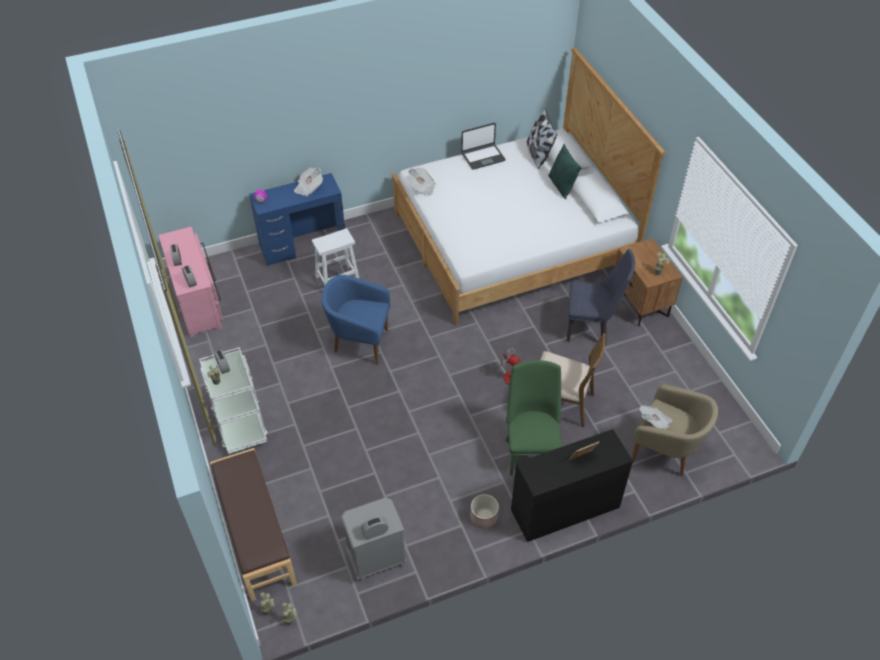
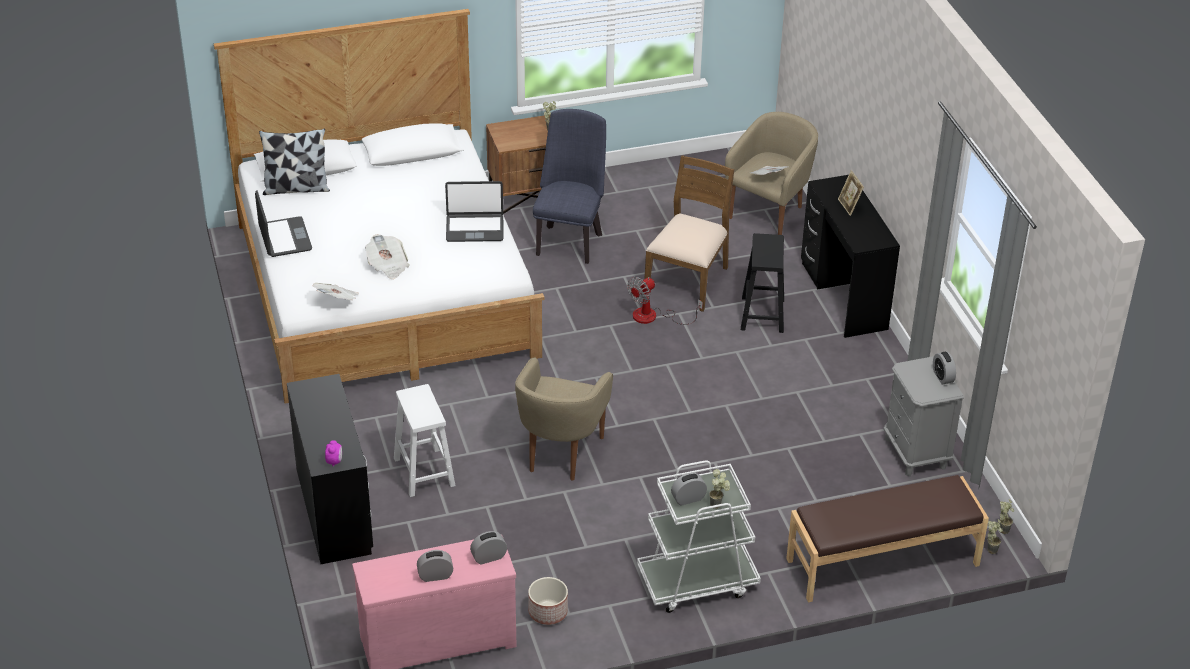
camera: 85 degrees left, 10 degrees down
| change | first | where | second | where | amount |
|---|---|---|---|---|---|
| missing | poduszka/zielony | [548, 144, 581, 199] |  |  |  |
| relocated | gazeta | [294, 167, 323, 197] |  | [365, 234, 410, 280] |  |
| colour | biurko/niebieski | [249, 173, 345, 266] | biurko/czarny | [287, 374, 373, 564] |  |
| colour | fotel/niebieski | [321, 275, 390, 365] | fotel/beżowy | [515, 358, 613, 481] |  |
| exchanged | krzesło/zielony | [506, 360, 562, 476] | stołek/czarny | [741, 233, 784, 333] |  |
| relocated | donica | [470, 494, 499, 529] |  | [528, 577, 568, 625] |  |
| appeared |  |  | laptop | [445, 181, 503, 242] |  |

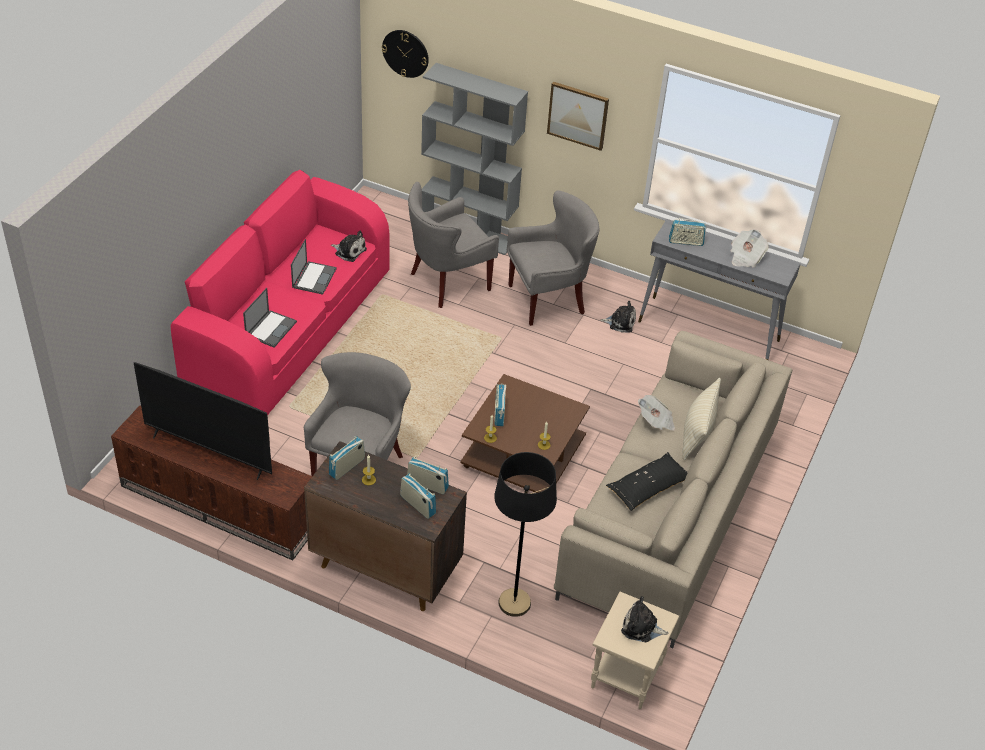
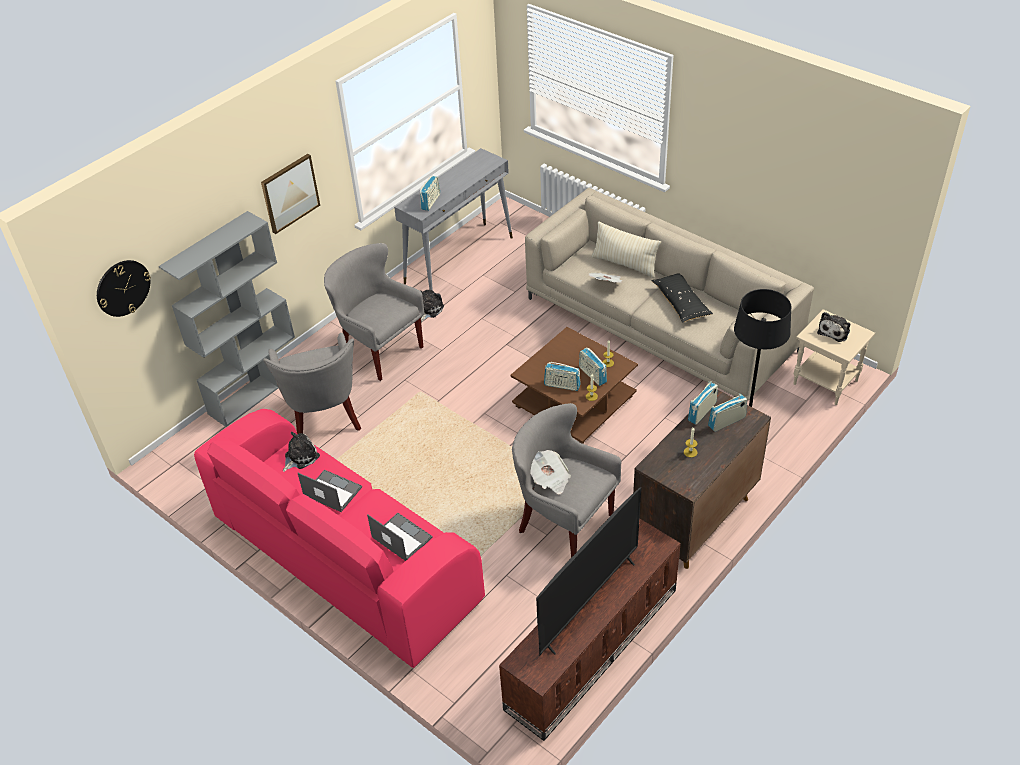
camera: 70 degrees left, 0 degrees up
| change | first | where | second | where | amount |
|---|---|---|---|---|---|
| spun | fotel/szary | [507, 190, 600, 326] |  | [324, 243, 425, 381] | 45 degrees counterclockwise |
| relocated | gazeta | [731, 229, 769, 267] |  | [530, 450, 571, 494] |  |
| relocated | radio | [329, 436, 365, 480] |  | [579, 347, 607, 386] |  |

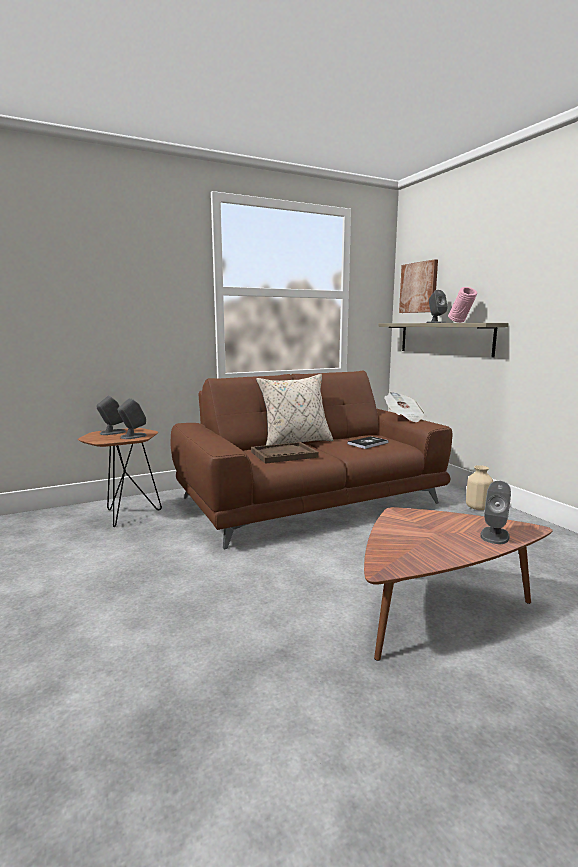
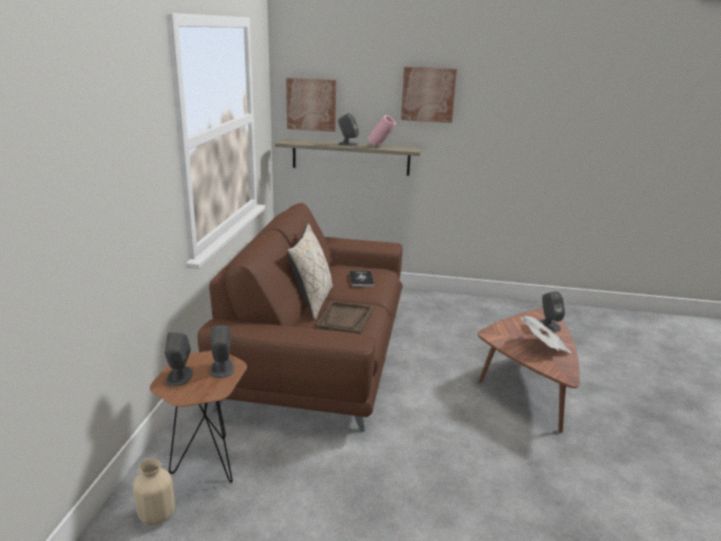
camera: 55 degrees left, 10 degrees up
| change | first | where | second | where | amount |
|---|---|---|---|---|---|
| relocated | gazeta | [384, 392, 427, 422] |  | [521, 316, 572, 353] |  |
| relocated | wazon/beżowy | [466, 465, 493, 510] |  | [133, 459, 175, 525] |  |
| appeared |  |  | obraz | [401, 67, 457, 123] |  |

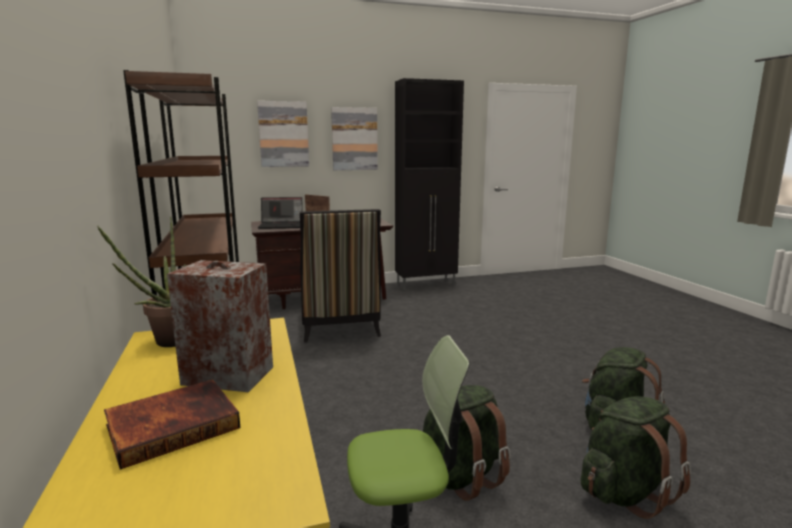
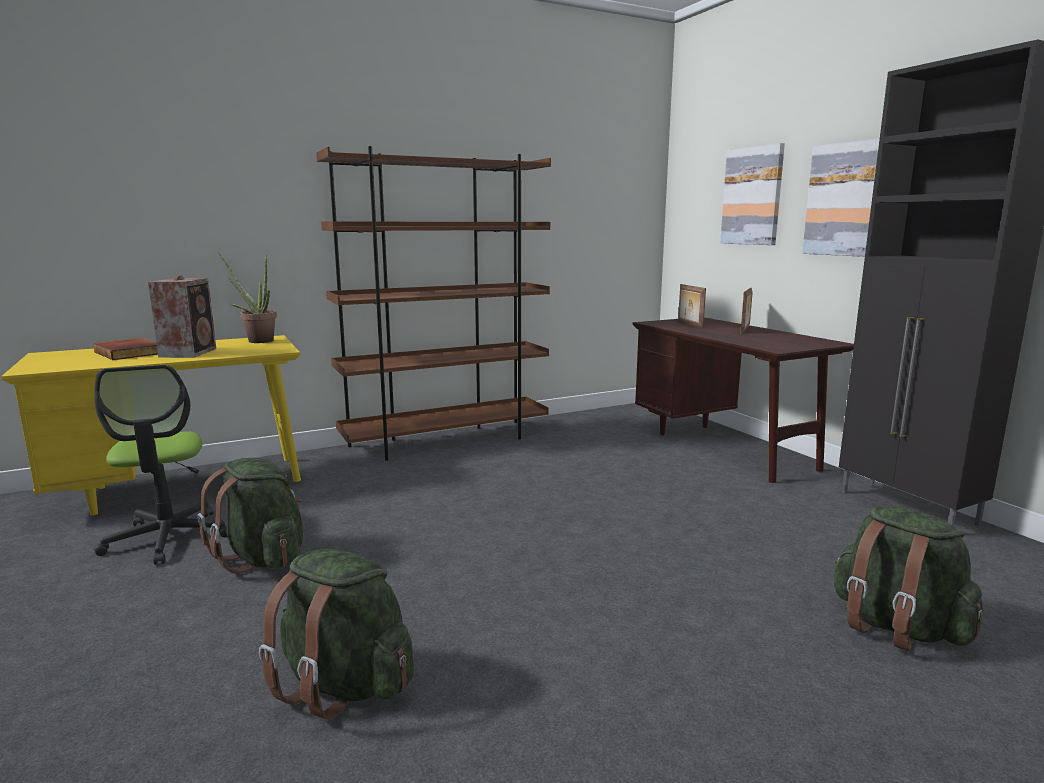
camera: 80 degrees right, 0 degrees up
| change | first | where | second | where | amount |
|---|---|---|---|---|---|
| exchanged | laptop | [257, 197, 303, 229] | ramka na zdjęcie | [678, 284, 706, 328] |  |
| missing | krzesło | [300, 209, 381, 343] |  |  |  |
| relocated | plecak/zielony | [581, 396, 691, 519] |  | [834, 507, 983, 651] |  |

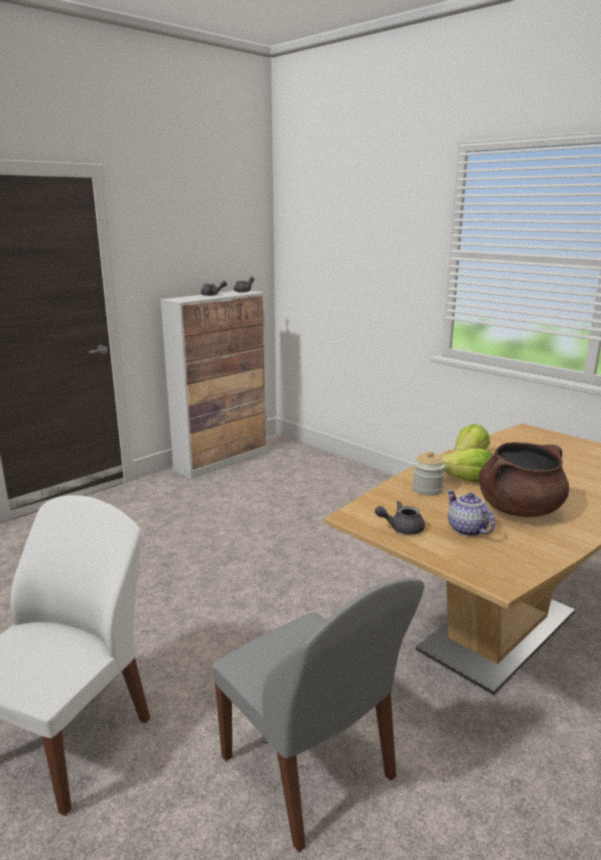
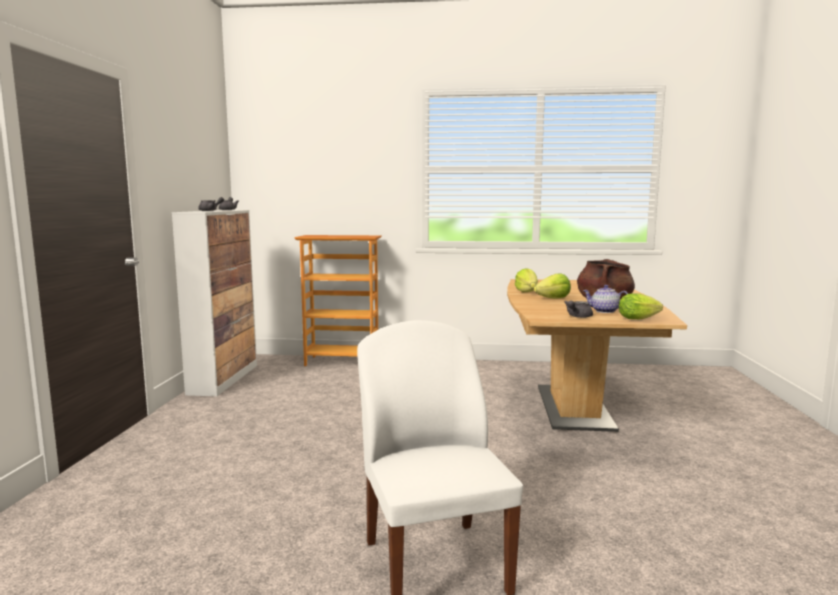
camera: 40 degrees left, 10 degrees down
| change | first | where | second | where | amount |
|---|---|---|---|---|---|
| missing | słoik | [412, 451, 445, 496] |  |  |  |
| missing | krzesło/szary | [212, 578, 424, 852] |  |  |  |
| appeared |  |  | regał | [294, 235, 382, 366] |  |
| appeared |  |  | sałata | [619, 293, 663, 319] |  |

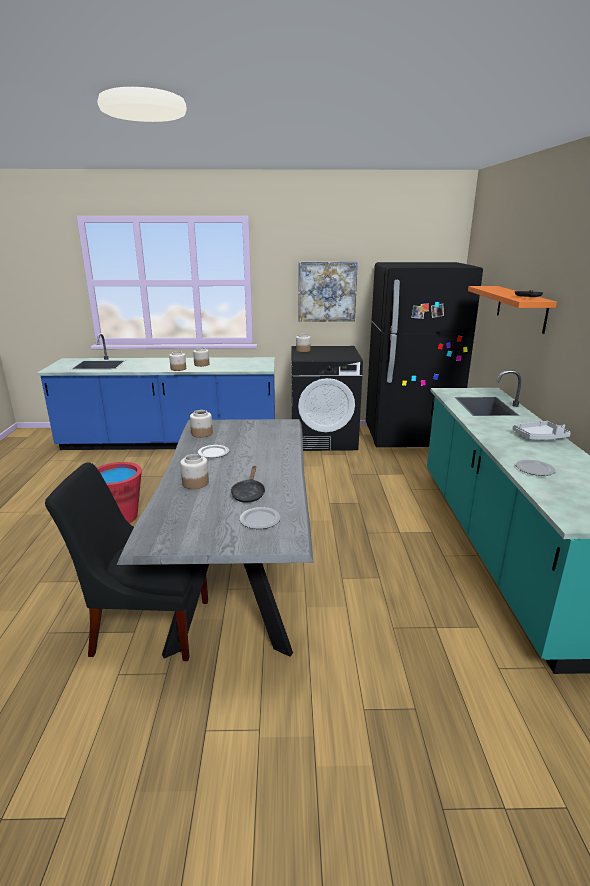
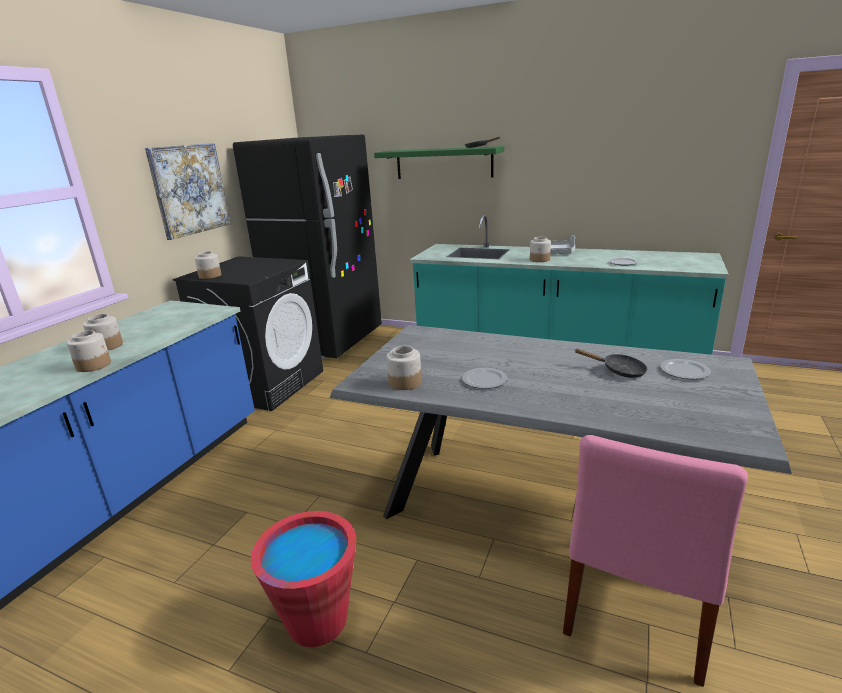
camera: 65 degrees left, 0 degrees up
| change | first | where | second | where | amount |
|---|---|---|---|---|---|
| colour | półka/pomarańczowy | [468, 286, 557, 334] | półka/zielony | [374, 146, 504, 179] |  |
| relocated | słoik | [180, 454, 209, 489] |  | [530, 237, 551, 262] |  |
| colour | krzesło/czarny | [45, 463, 208, 661] | krzesło/różowy | [563, 435, 748, 687] |  |

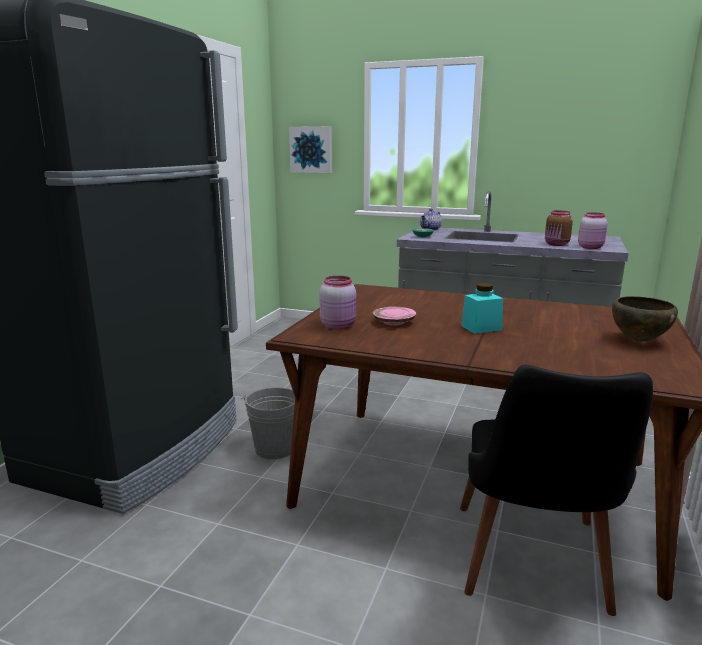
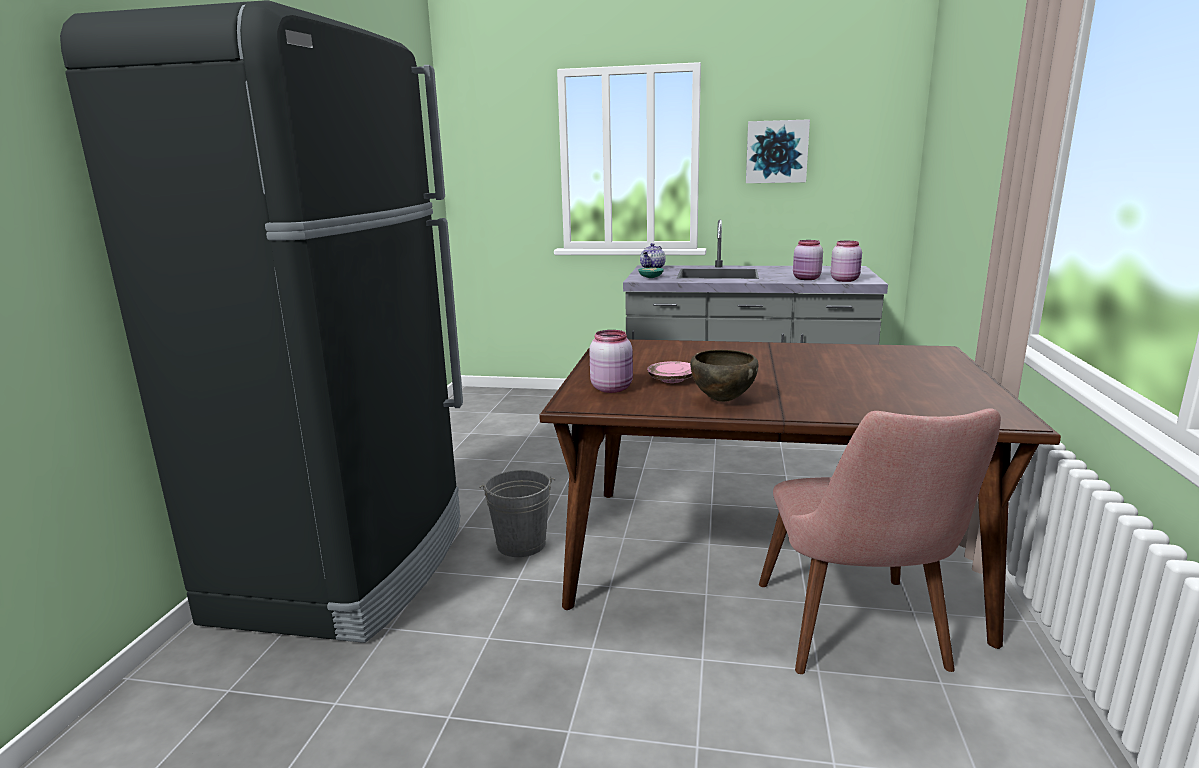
camera: 10 degrees left, 0 degrees up
| change | first | where | second | where | amount |
|---|---|---|---|---|---|
| relocated | obraz | [289, 126, 332, 173] |  | [746, 119, 810, 183] |  |
| colour | słoik/brązowy | [545, 210, 573, 246] | słoik/różowy | [793, 240, 823, 280] |  |
| missing | słoik/turkusowy | [461, 283, 503, 334] |  |  |  |
| relocated | miska/brązowy | [612, 296, 678, 342] |  | [690, 350, 758, 402] |  |
| colour | krzesło/czarny | [460, 365, 653, 616] | krzesło/różowy | [759, 408, 1001, 674] |  |

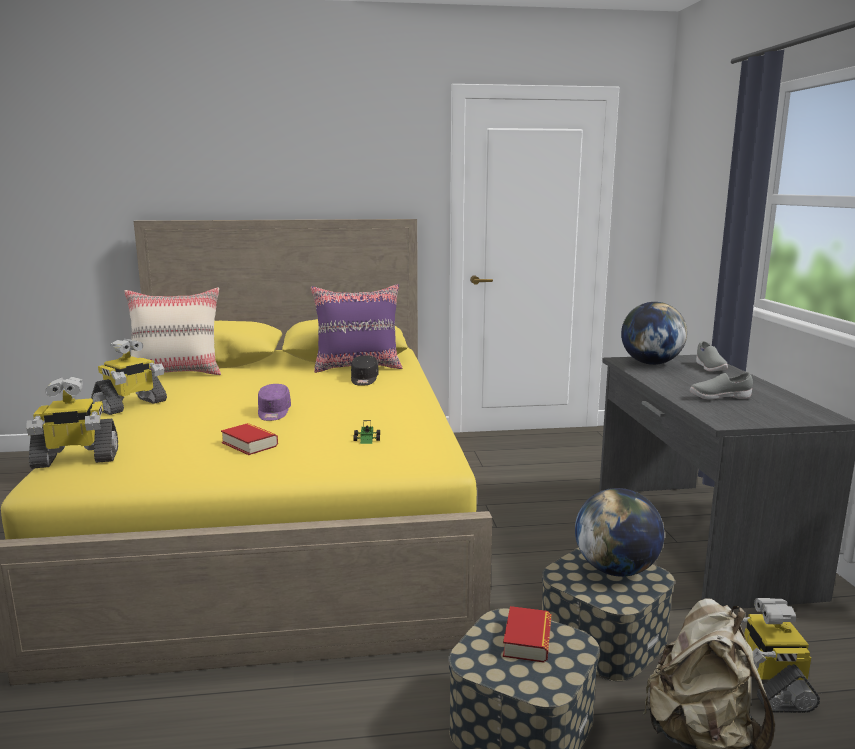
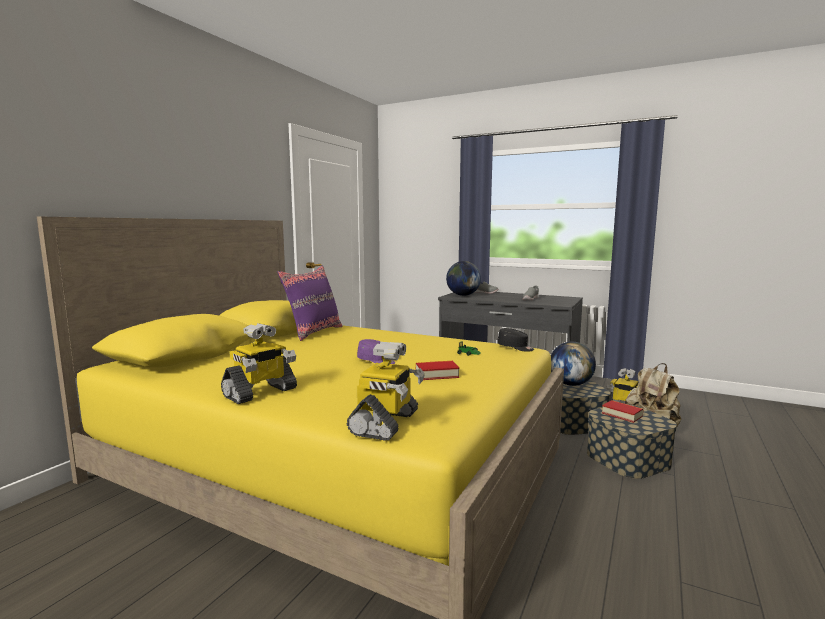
camera: 55 degrees left, 5 degrees down
| change | first | where | second | where | amount |
|---|---|---|---|---|---|
| missing | poduszka/beżowy | [125, 288, 221, 375] |  |  |  |
| spun | robot zabawkowy | [91, 339, 167, 415] |  | [221, 323, 297, 404] | 60 degrees clockwise |
| relocated | czapka z daszkiem/czarny | [351, 355, 379, 385] |  | [497, 328, 534, 352] |  |

